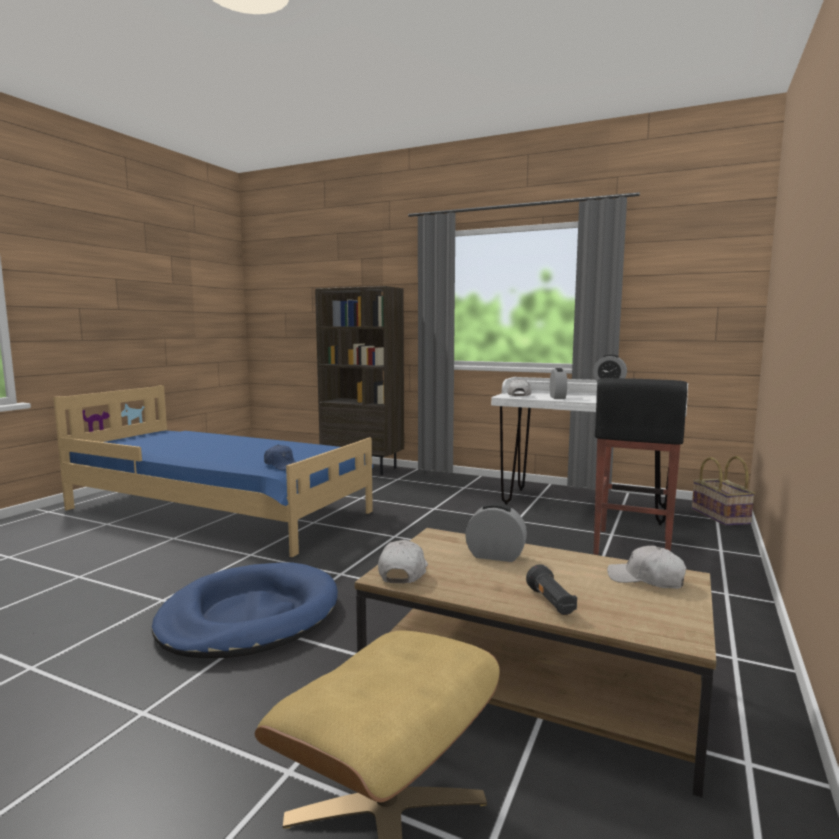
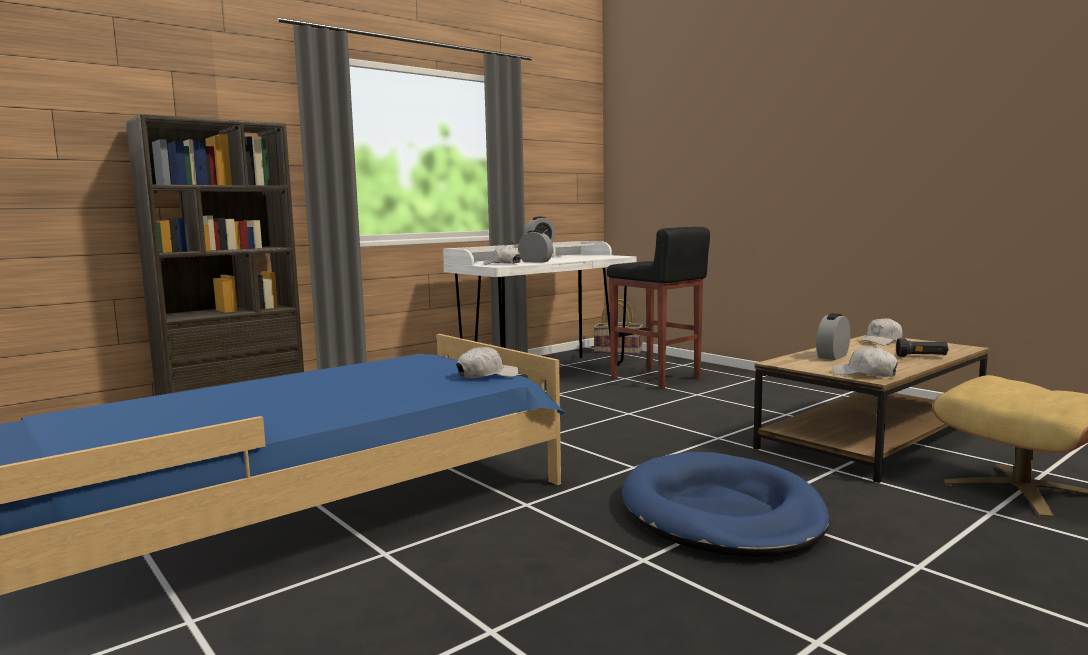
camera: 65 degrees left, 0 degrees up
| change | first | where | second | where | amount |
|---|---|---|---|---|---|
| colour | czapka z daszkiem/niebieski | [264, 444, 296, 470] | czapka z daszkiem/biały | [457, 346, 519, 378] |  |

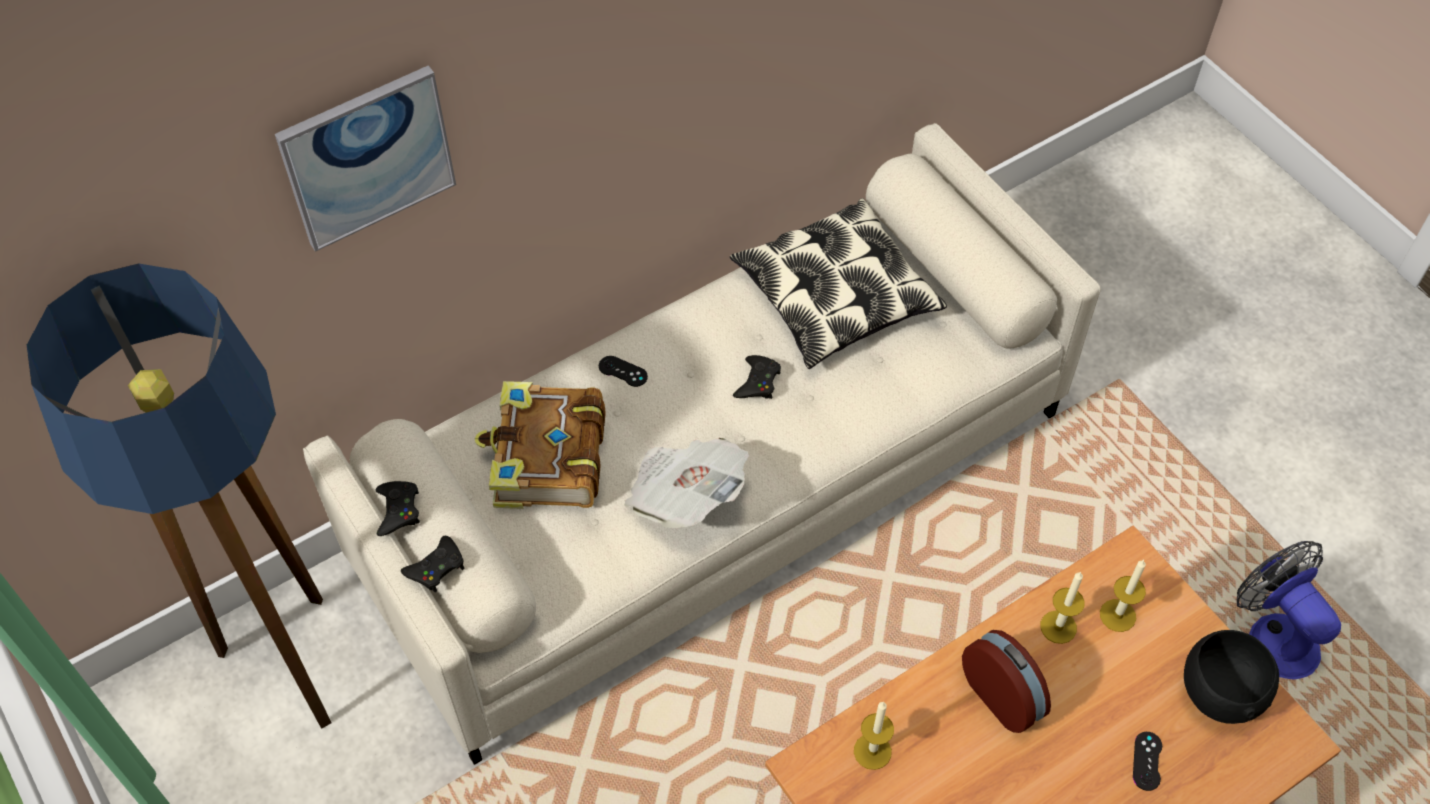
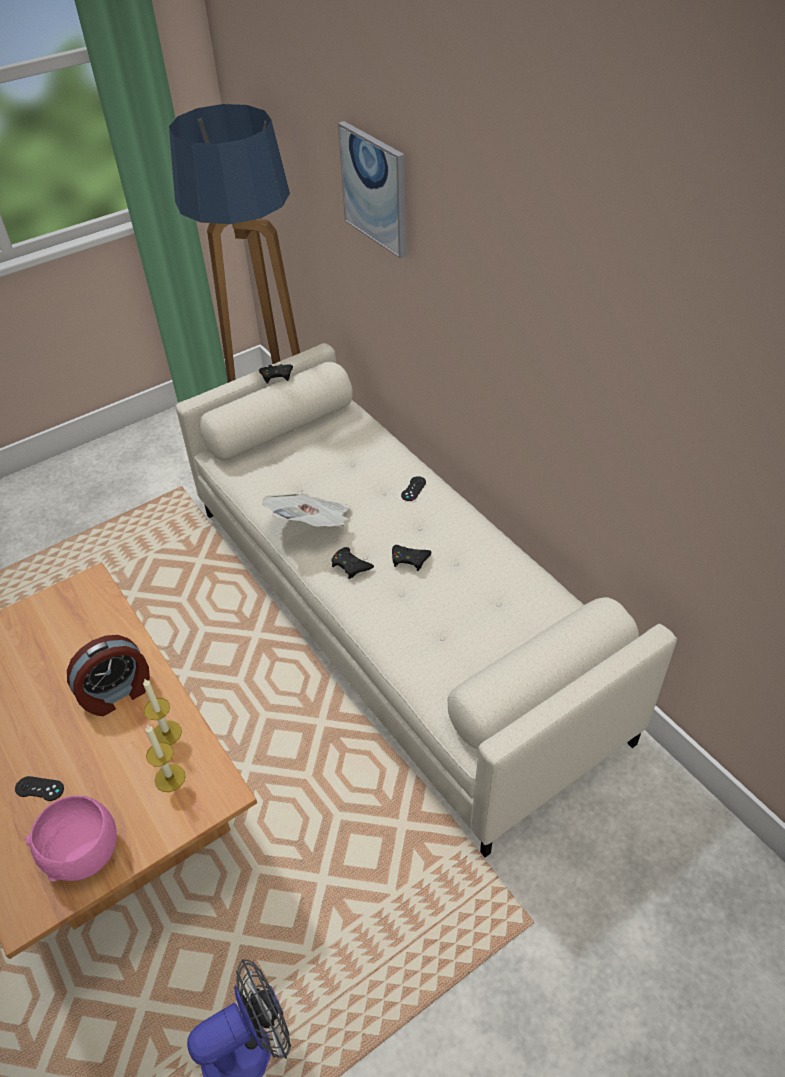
camera: 90 degrees right, 10 degrees down
| change | first | where | second | where | amount |
|---|---|---|---|---|---|
| missing | poduszka | [730, 198, 947, 369] |  |  |  |
| missing | książka | [475, 381, 606, 509] |  |  |  |
| relocated | pad do gier/czarny | [401, 536, 464, 592] |  | [331, 547, 374, 579] |  |
| colour | miska/czarny | [1184, 630, 1279, 724] | miska/różowy | [26, 796, 117, 882] |  |
| missing | świeca | [854, 702, 894, 770] |  |  |  |

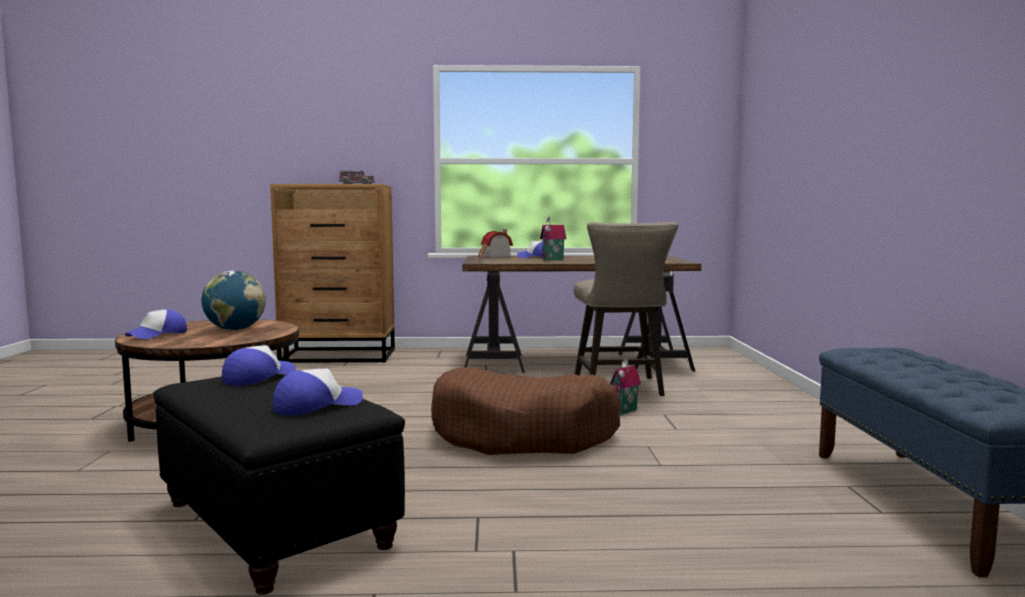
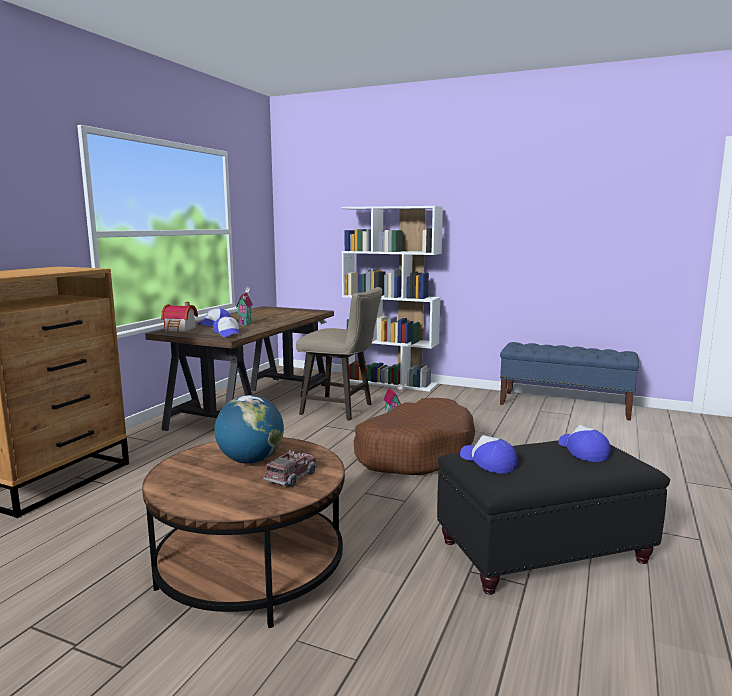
camera: 65 degrees left, 5 degrees up
| change | first | where | second | where | amount |
|---|---|---|---|---|---|
| relocated | ciężarówka zabawkowa | [338, 170, 375, 184] |  | [263, 450, 318, 487] |  |
| relocated | czapka z daszkiem | [125, 309, 187, 339] |  | [213, 317, 241, 337] |  |
| appeared |  |  | regał/biały | [341, 206, 443, 392] |  |

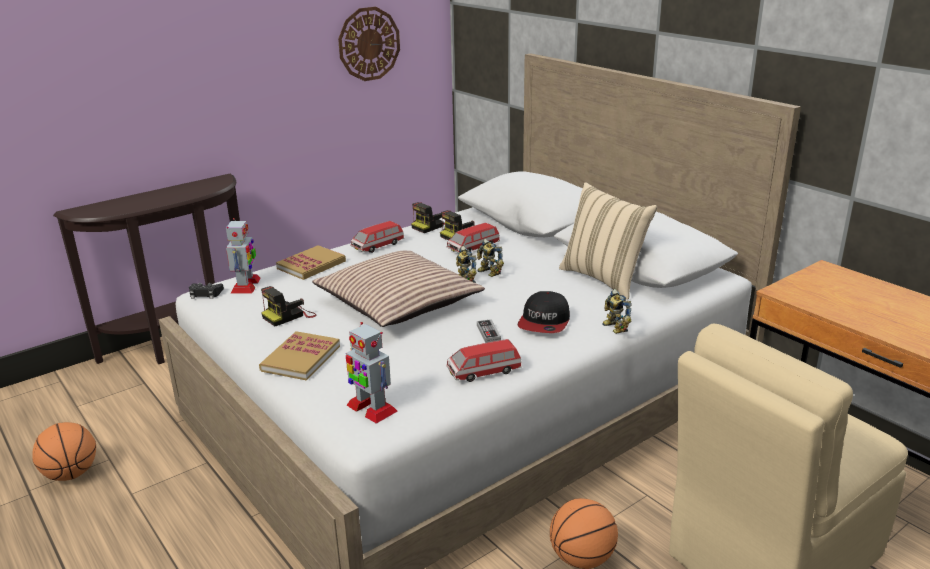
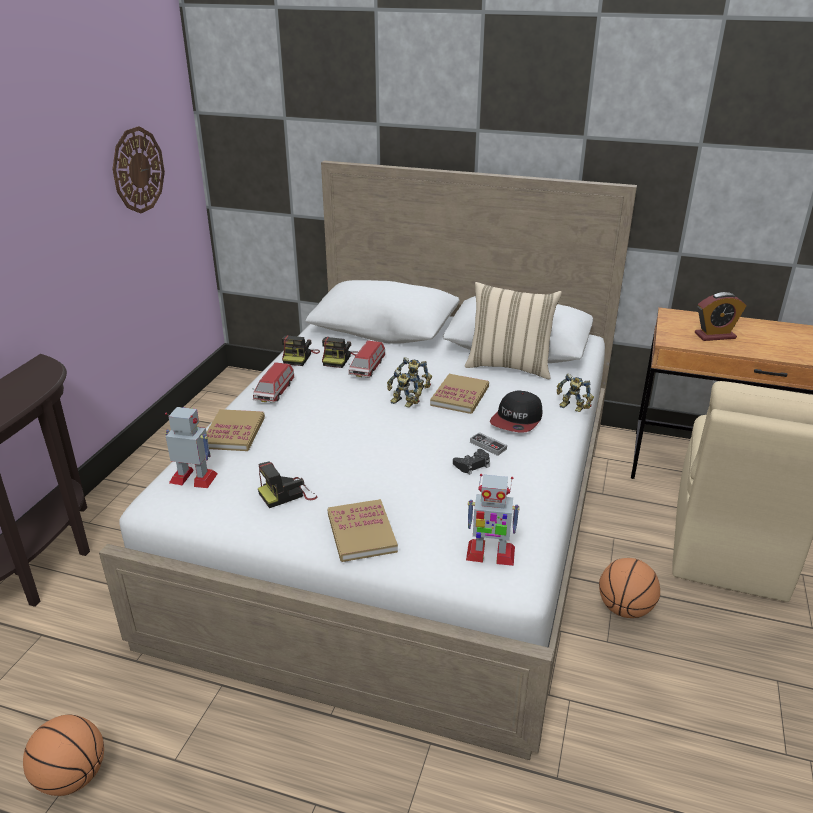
camera: 35 degrees left, 5 degrees up
| change | first | where | second | where | amount |
|---|---|---|---|---|---|
| spun | robot zabawkowy | [226, 218, 261, 294] |  | [165, 407, 218, 488] | 45 degrees counterclockwise |
| missing | poduszka | [312, 251, 485, 327] |  |  |  |
| relocated | pad do gier/czarny | [189, 283, 224, 299] |  | [453, 449, 490, 475] |  |
| spun | aparat fotograficzny | [261, 286, 317, 326] |  | [258, 462, 317, 508] | 45 degrees clockwise |
| spun | czapka z daszkiem | [518, 291, 570, 333] |  | [490, 390, 542, 433] | 45 degrees clockwise |
| missing | samochodzik | [447, 339, 522, 382] |  |  |  |
| appeared |  |  | budzik | [695, 292, 747, 341] |  |
| appeared |  |  | książka | [430, 374, 489, 414] |  |

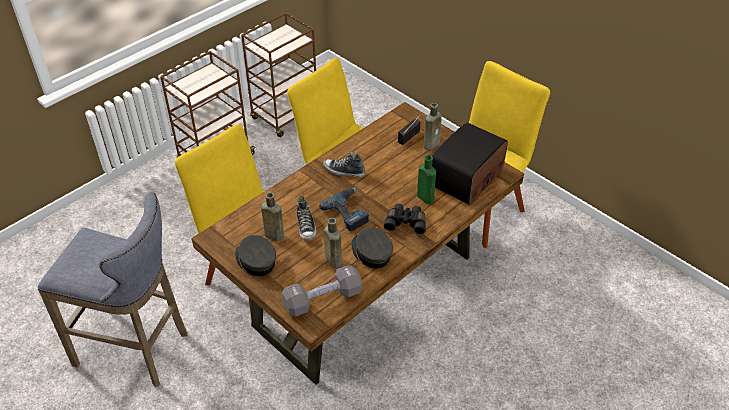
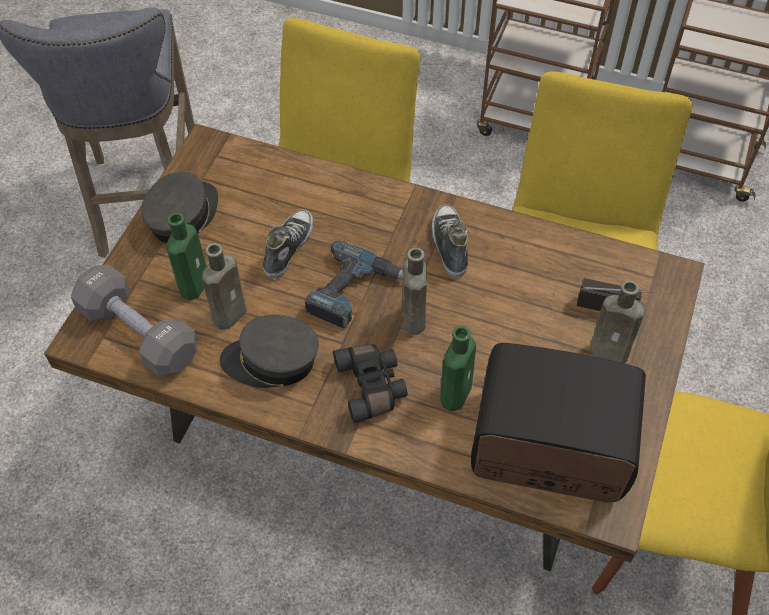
camera: 65 degrees right, 10 degrees up
| change | first | where | second | where | amount |
|---|---|---|---|---|---|
| relocated | butelka/brązowy | [261, 192, 284, 241] |  | [403, 248, 427, 335] |  |
| spun | but | [297, 195, 316, 241] |  | [263, 210, 313, 279] | 150 degrees clockwise |
| spun | czapka z daszkiem/szary | [352, 227, 393, 269] |  | [220, 315, 319, 388] | 120 degrees counterclockwise |
| appeared |  |  | butelka/zielony | [166, 213, 206, 301] |  |

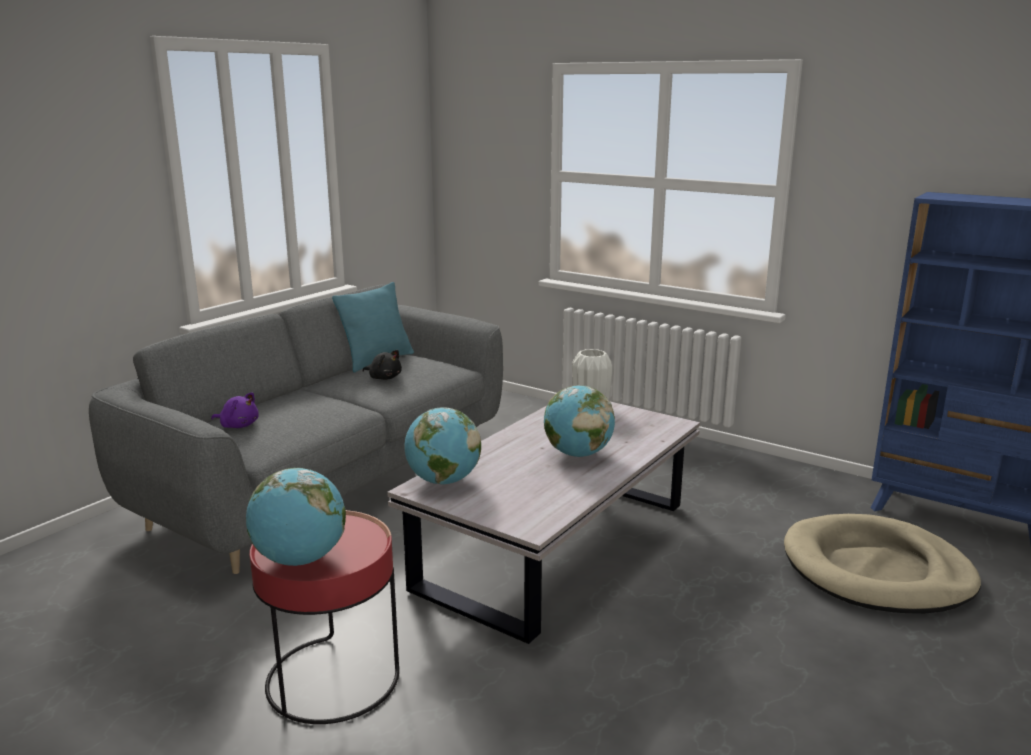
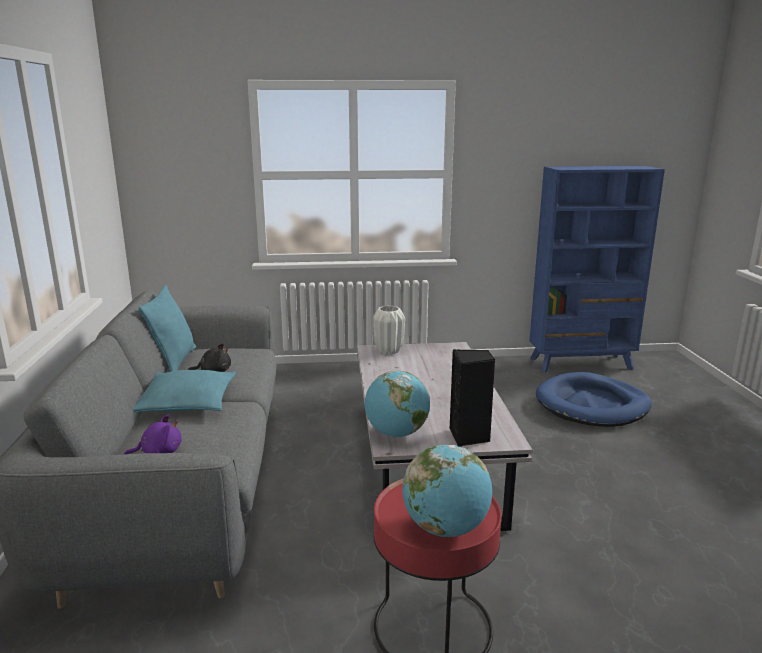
camera: 40 degrees left, 0 degrees up
| change | first | where | second | where | amount |
|---|---|---|---|---|---|
| missing | globus | [544, 385, 615, 457] |  |  |  |
| colour | legowisko/beżowy | [784, 514, 981, 614] | legowisko/niebieski | [536, 372, 651, 427] |  |
| appeared |  |  | głośnik/czarny | [450, 349, 495, 447] |  |
| appeared |  |  | poduszka/turkusowy | [133, 370, 236, 413] |  |

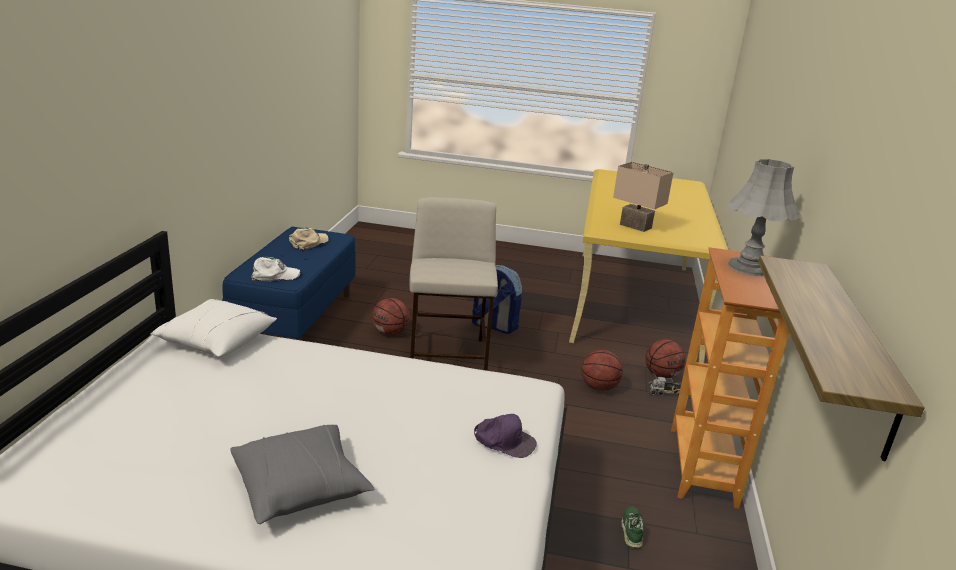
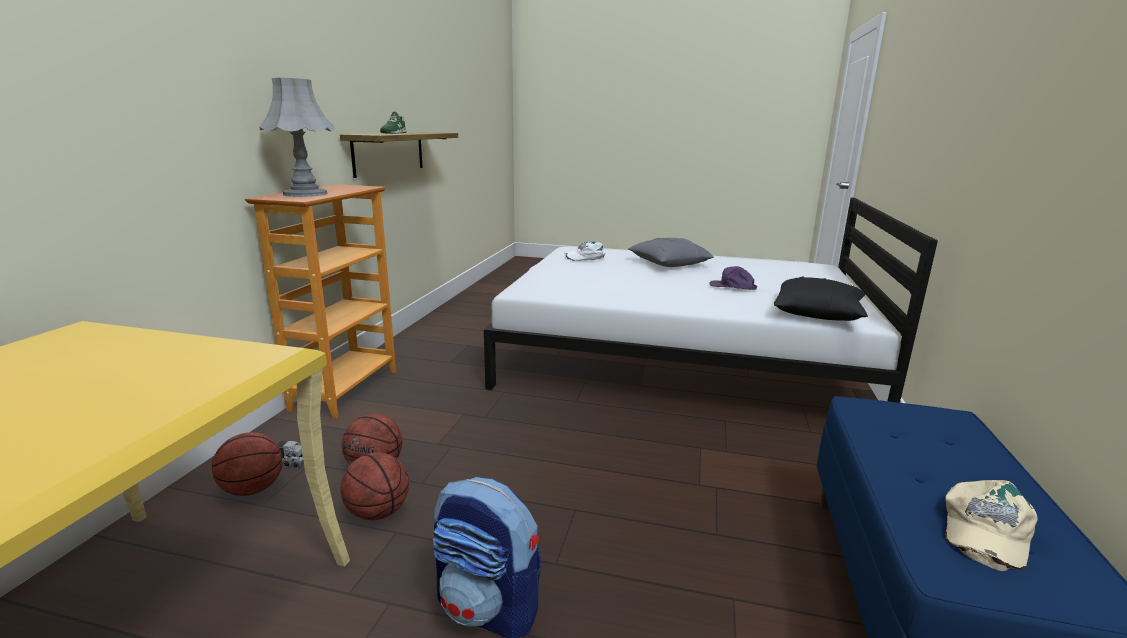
camera: 175 degrees left, 5 degrees down
| change | first | where | second | where | amount |
|---|---|---|---|---|---|
| missing | lampa stołowa/beżowy | [613, 162, 674, 232] |  |  |  |
| missing | stołek/beżowy | [410, 197, 498, 371] |  |  |  |
| relocated | czapka z daszkiem/biały | [251, 256, 301, 282] |  | [564, 242, 606, 261] |  |
| relocated | piłka do koszykówki | [372, 298, 410, 335] |  | [341, 452, 409, 520] |  |
| colour | poduszka/biały | [150, 299, 277, 357] | poduszka/czarny | [774, 277, 868, 321] |  |
| relocated | czapka z daszkiem/fioletowy | [474, 414, 537, 458] |  | [710, 266, 757, 290] |  |
| relocated | but/zielony | [621, 506, 644, 549] |  | [380, 112, 407, 134] |  |

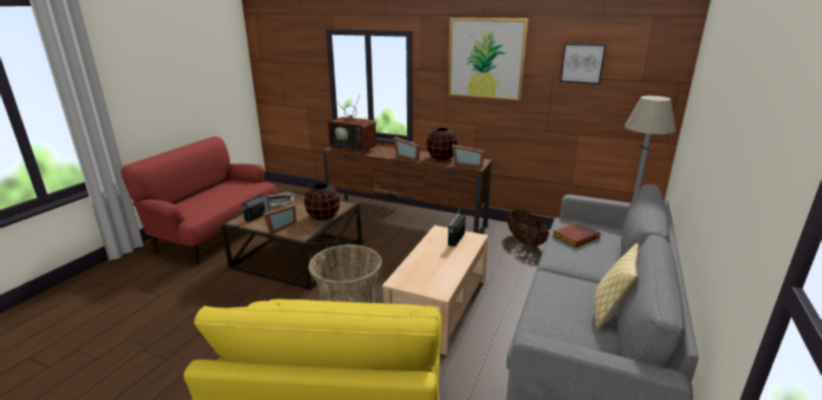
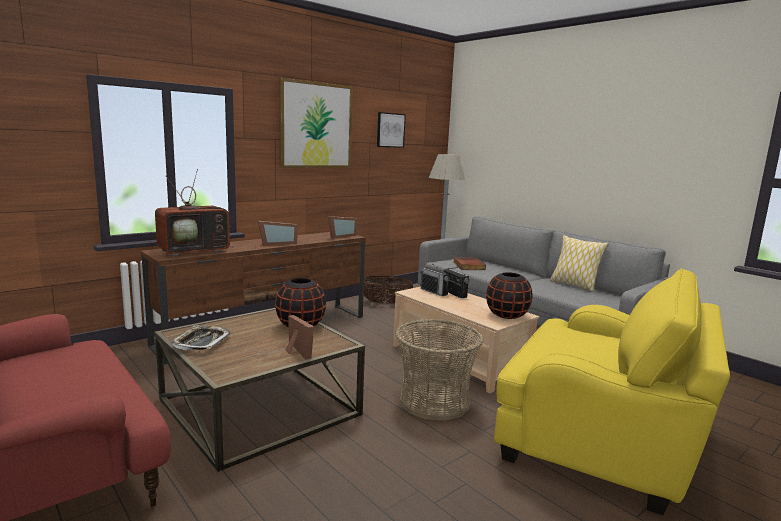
camera: 65 degrees left, 10 degrees down
| change | first | where | second | where | amount |
|---|---|---|---|---|---|
| relocated | wazon/czarny | [427, 128, 458, 160] |  | [486, 272, 533, 319] |  |
| relocated | radio | [242, 194, 271, 222] |  | [443, 266, 470, 298] |  |

